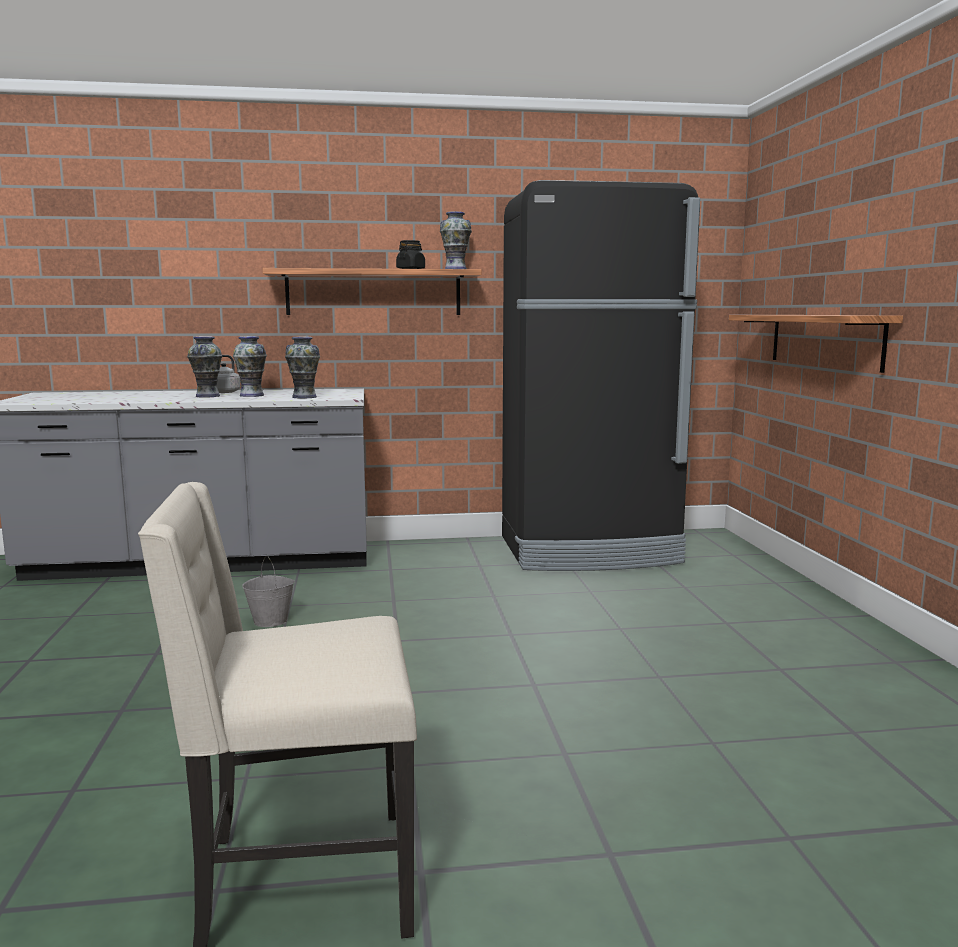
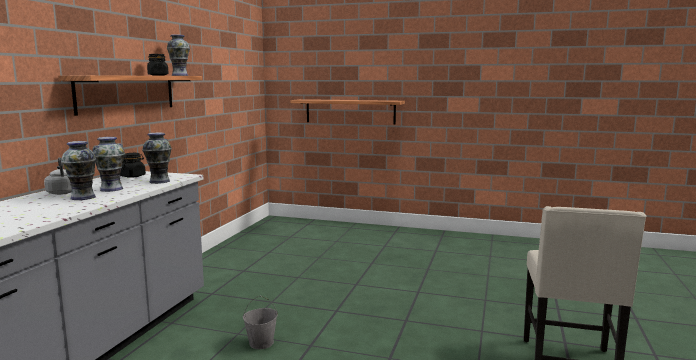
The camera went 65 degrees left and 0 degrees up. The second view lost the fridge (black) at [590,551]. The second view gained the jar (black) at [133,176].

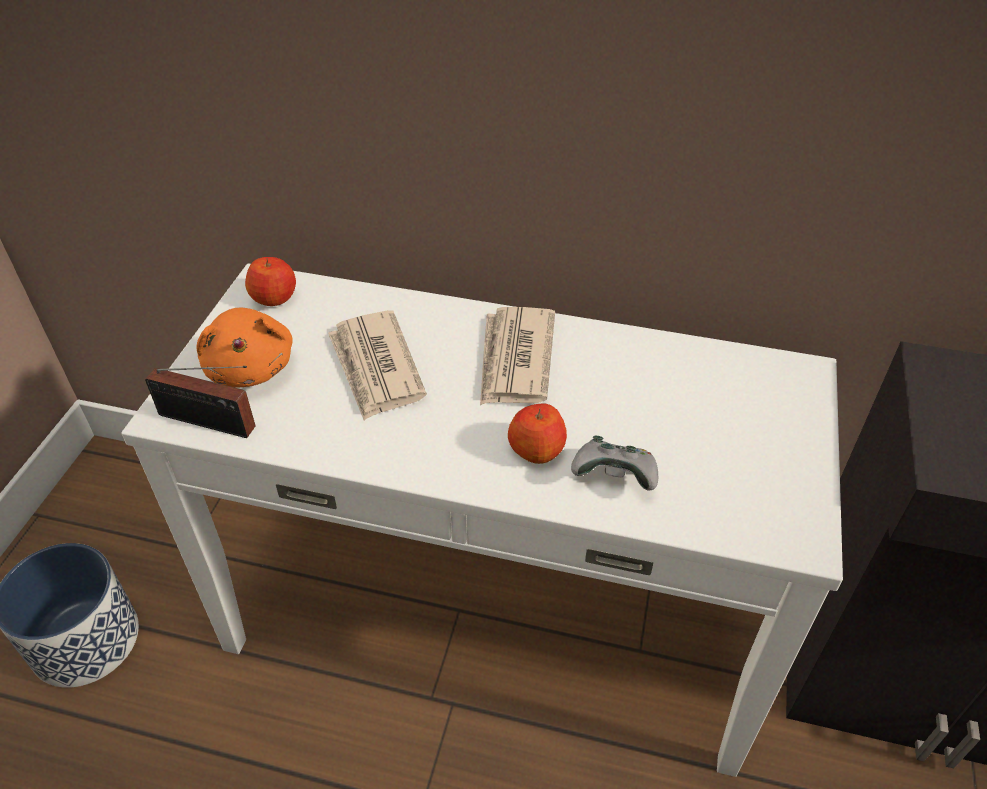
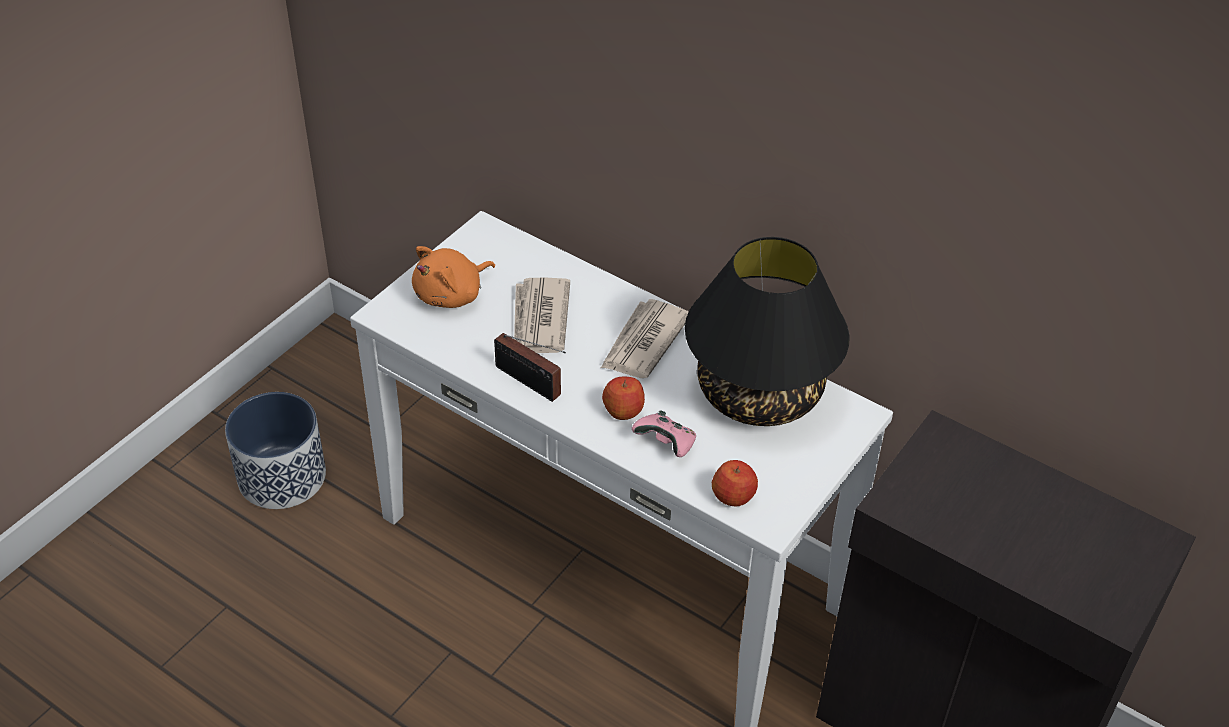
The camera went 20 degrees right and 0 degrees up. The radio ended up elsewhere, having gone from [211,423] to [530,383]. The plush toy (orange) at [251,367] ended up facing another way, 45 degrees clockwise from before. The apple ended up elsewhere, having gone from [274,297] to [734,495]. What was the game controller (grey) at [615,477] turned into the game controller (pink) at [666,444]. The second view gained the table lamp (black) at [759,394].

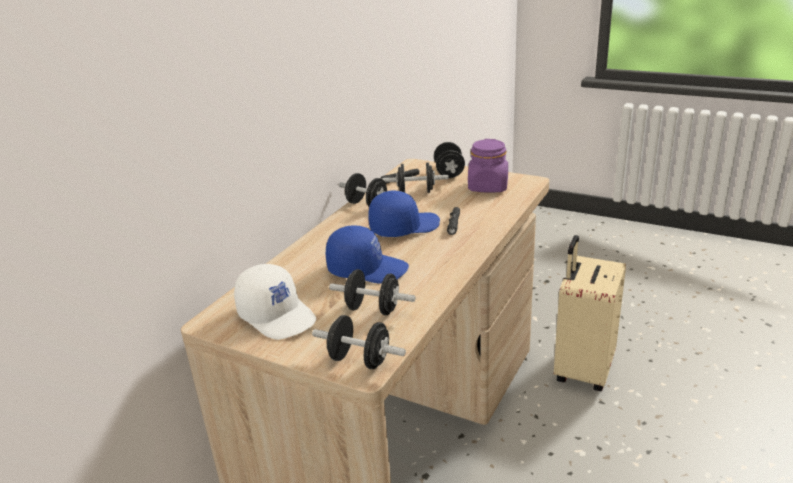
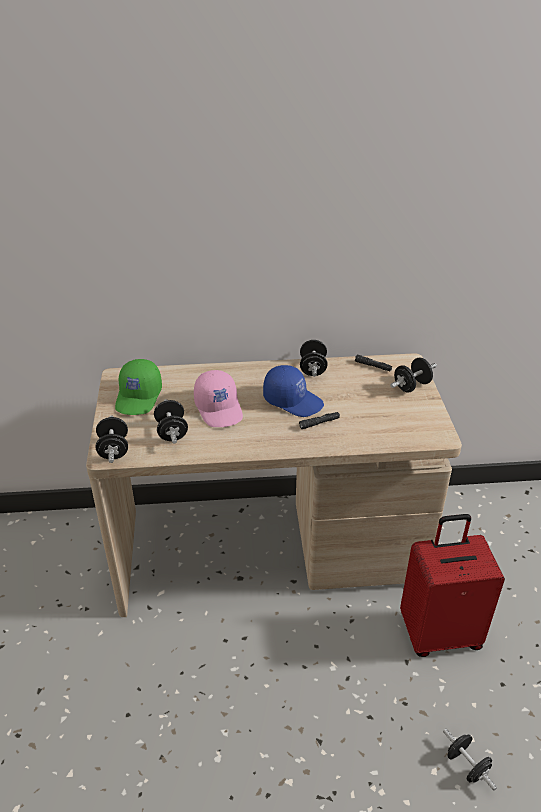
The camera went 55 degrees right and 10 degrees up. What was the cap (white) at [278,316] turned into the cap (green) at [139,397]. What was the cap (blue) at [367,269] turned into the cap (pink) at [219,408]. The dumbbell (black) ended up elsewhere, having gone from [416,192] to [466,765]. The second view lost the jar (purple) at [488,187]. What was the suitcase (beige) at [582,369] turned into the suitcase (red) at [439,632].

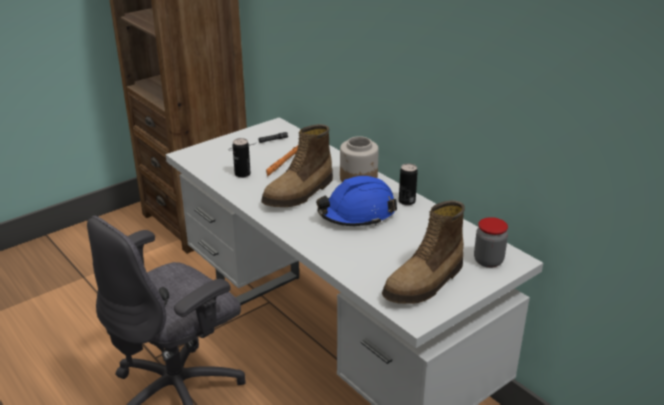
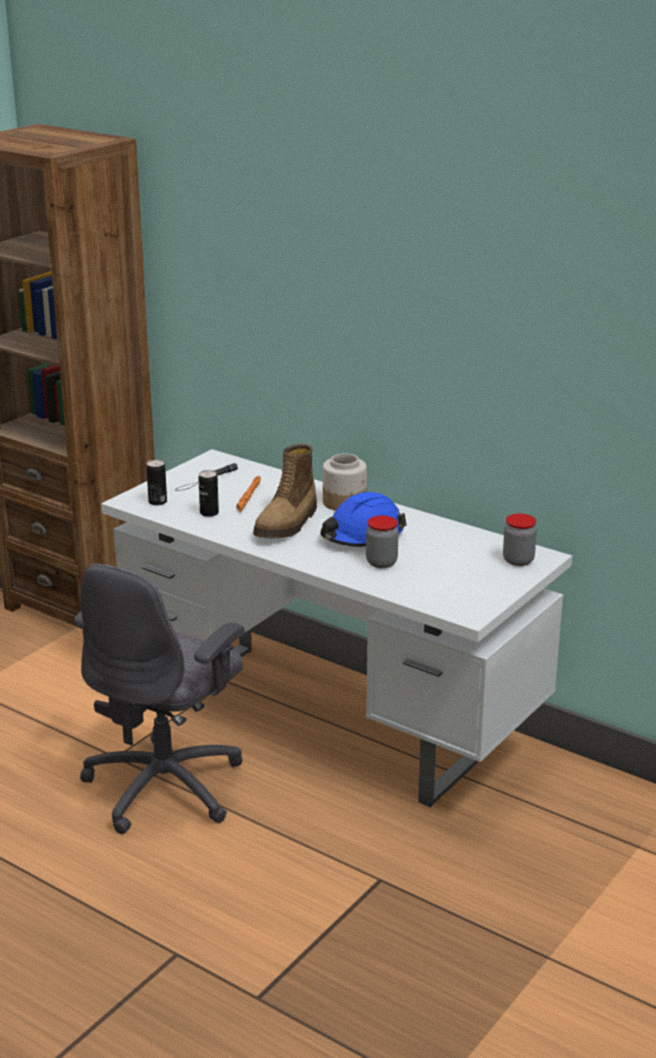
The camera went 15 degrees left and 5 degrees down. The second view lost the boot at [425,283]. The can ended up elsewhere, having gone from [407,201] to [157,502]. The second view gained the jar at [381,562].

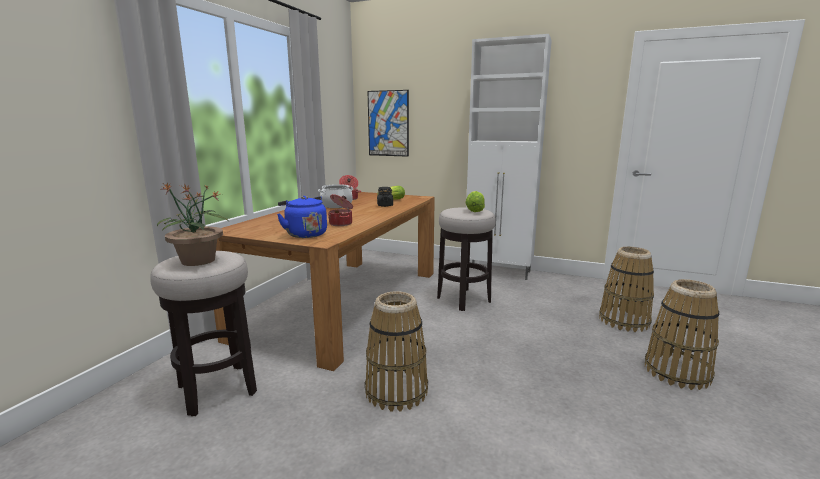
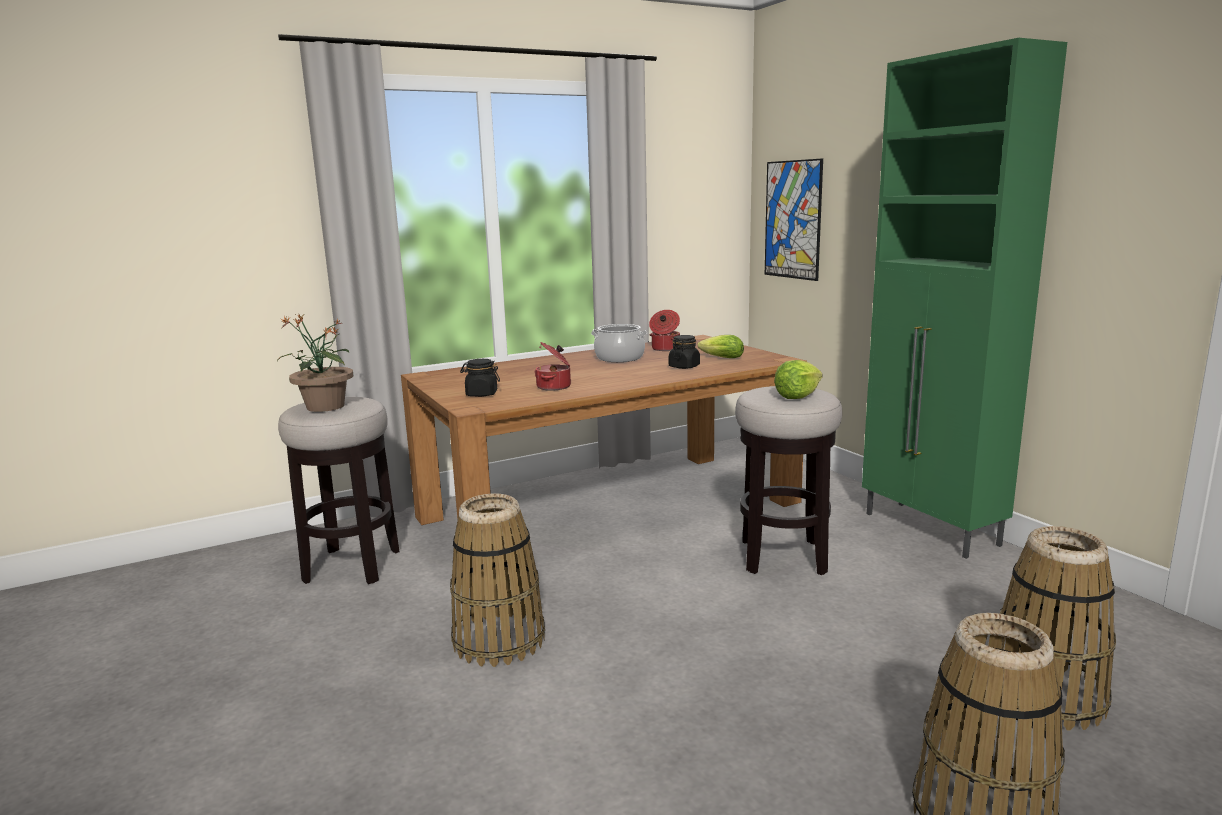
The camera went 40 degrees right and 0 degrees up. Where the kettle (blue) stood at [305,234], the jar (black) came to stand at [481,394]. What was the cabinet (white) at [499,272] turned into the cabinet (green) at [931,530].

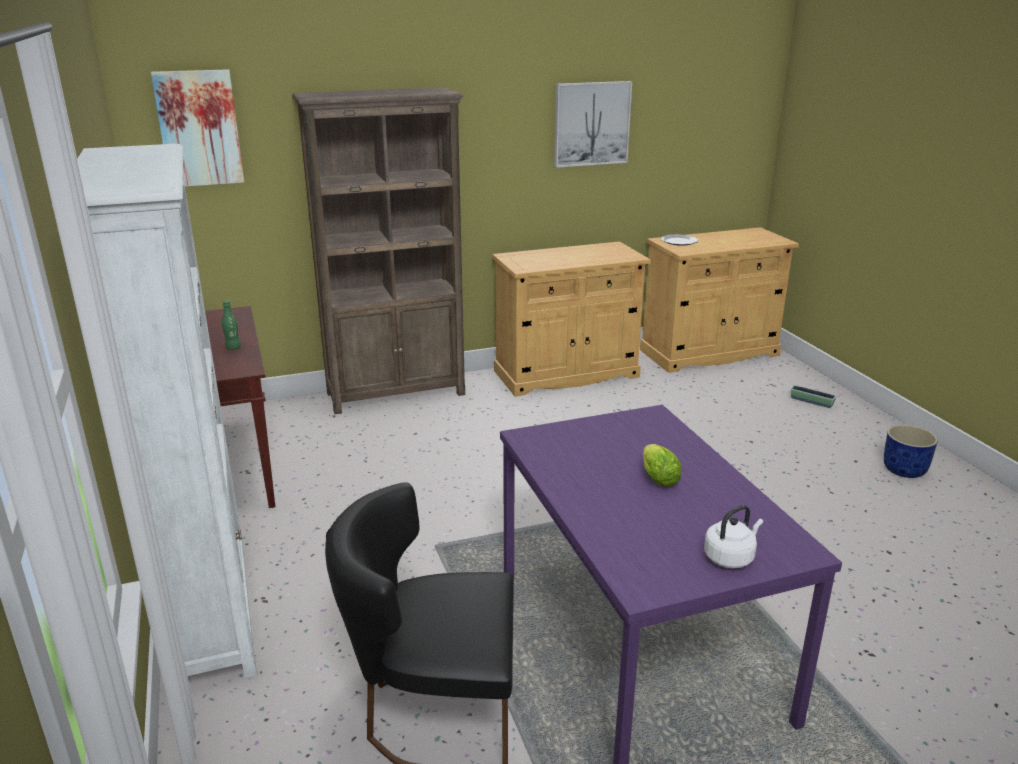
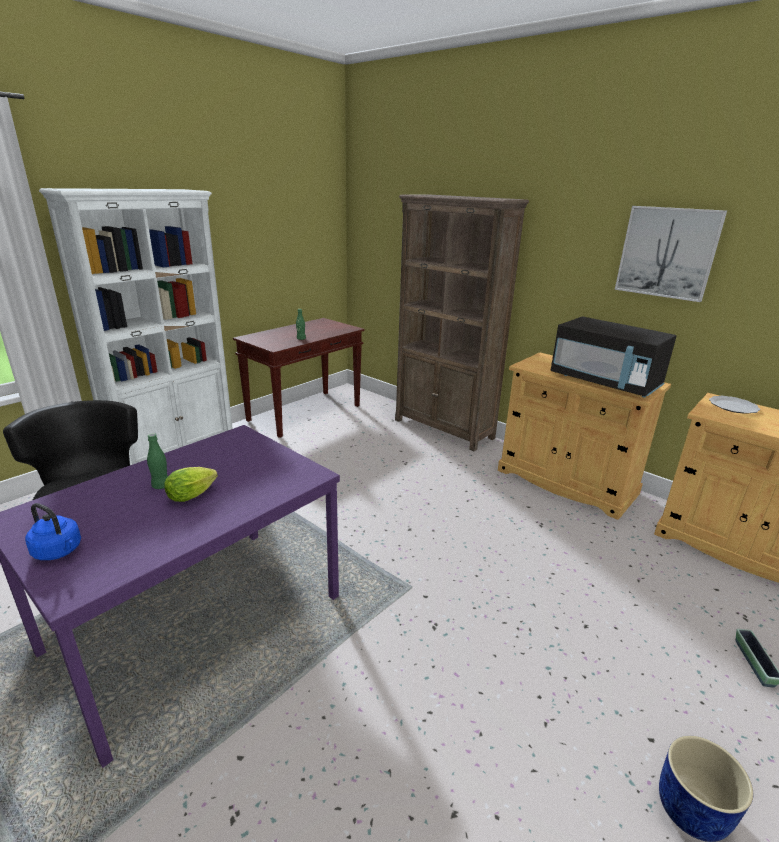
The camera went 60 degrees right and 0 degrees up. The second view lost the picture at [199,128]. What was the kettle (white) at [730,557] turned into the kettle (blue) at [59,551]. The second view gained the bottle (green) at [161,486]. The second view gained the microwave (black) at [605,382].

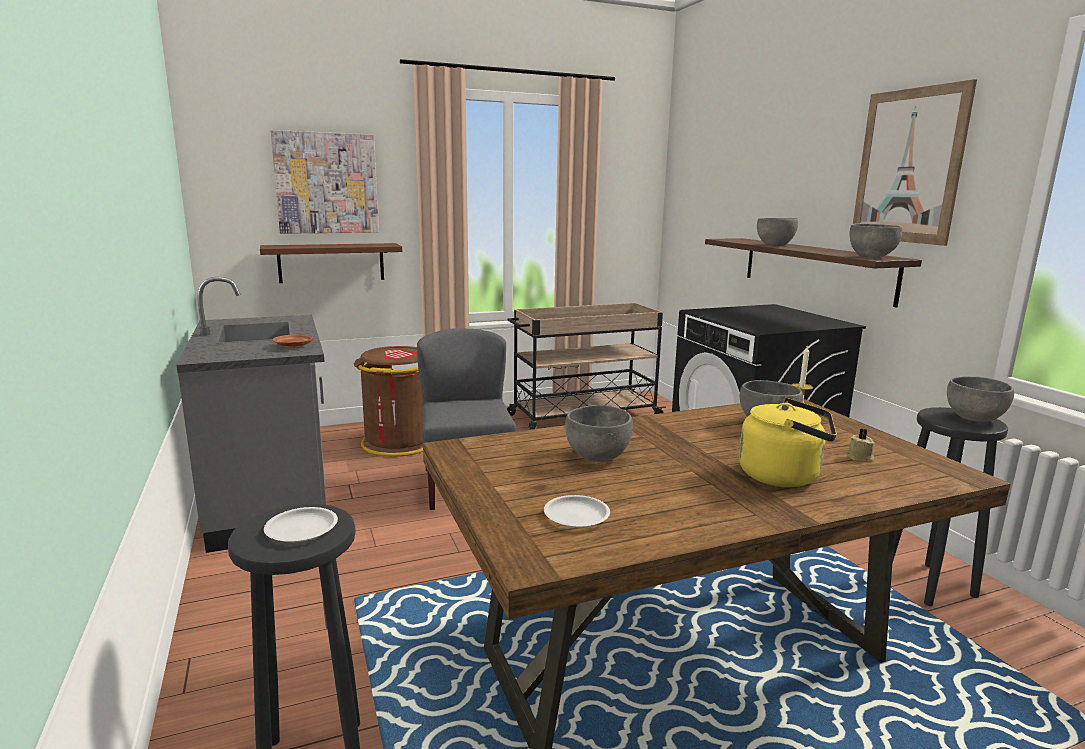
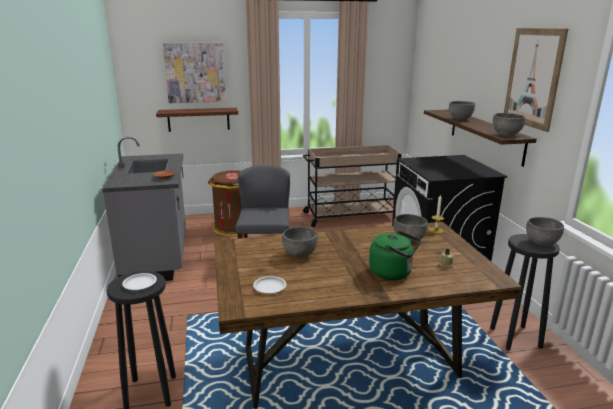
The camera went 10 degrees right and 5 degrees up. What was the kettle (yellow) at [784,476] turned into the kettle (green) at [393,273].

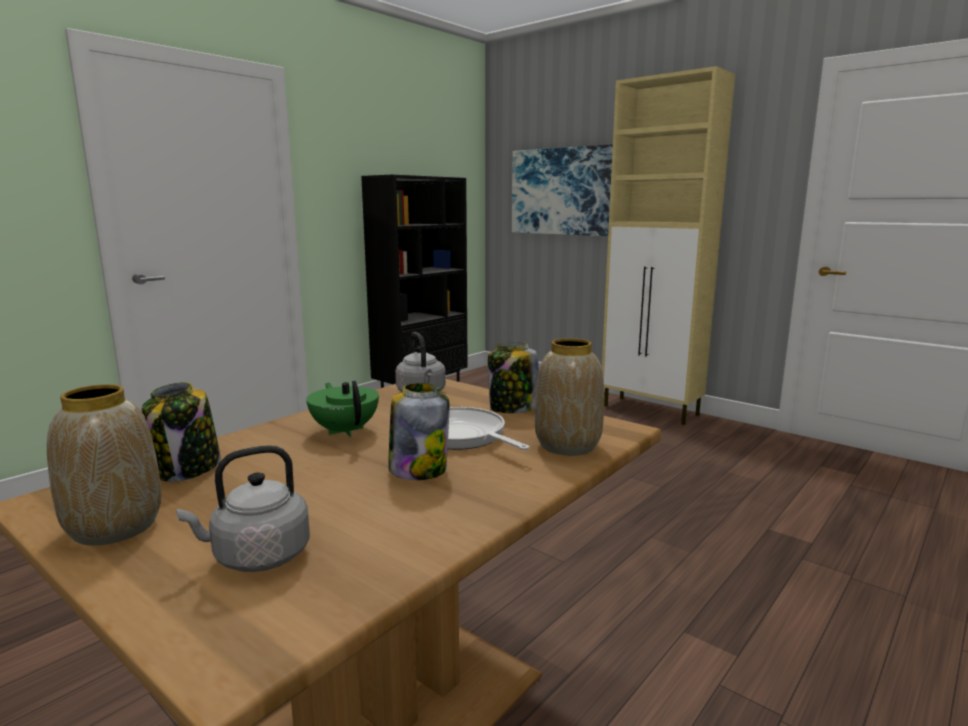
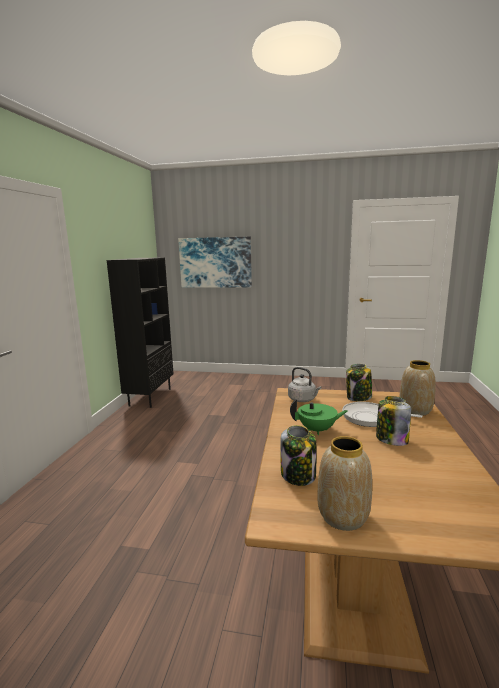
The camera went 30 degrees left and 0 degrees up. The second view lost the kettle (grey) at [257,557]. The teapot (green) at [345,430] ended up facing another way, 150 degrees clockwise from before. The second view lost the cabinet (beige) at [651,411].

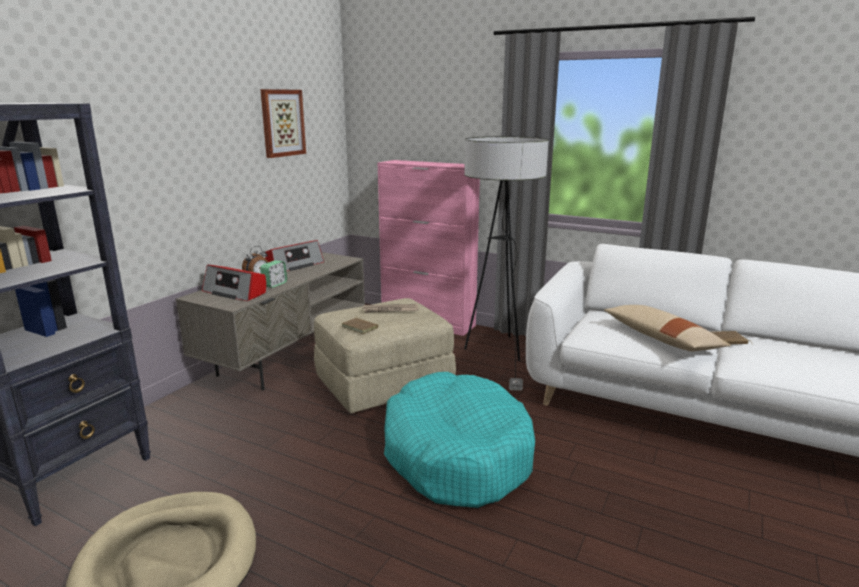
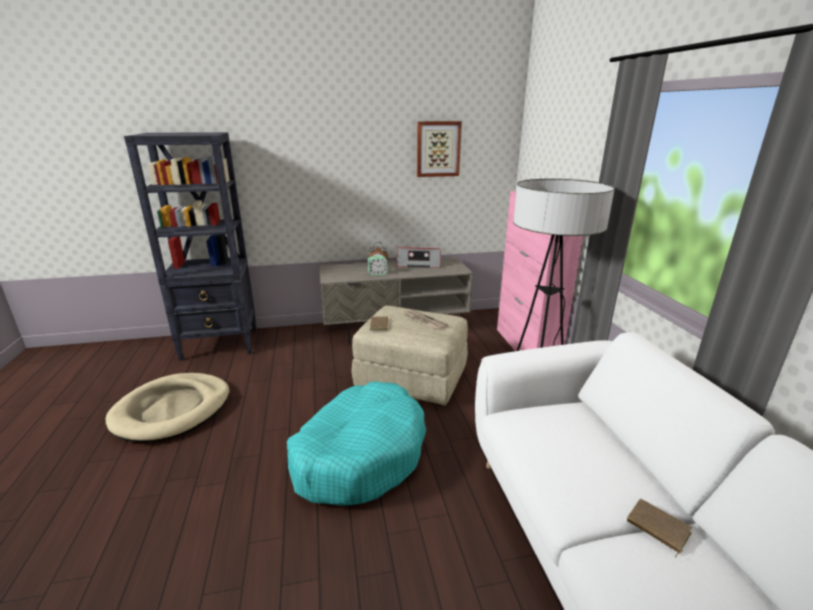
The camera went 50 degrees right and 5 degrees up. The second view lost the radio at [235,292]. The second view lost the pillow (beige) at [661,339].

